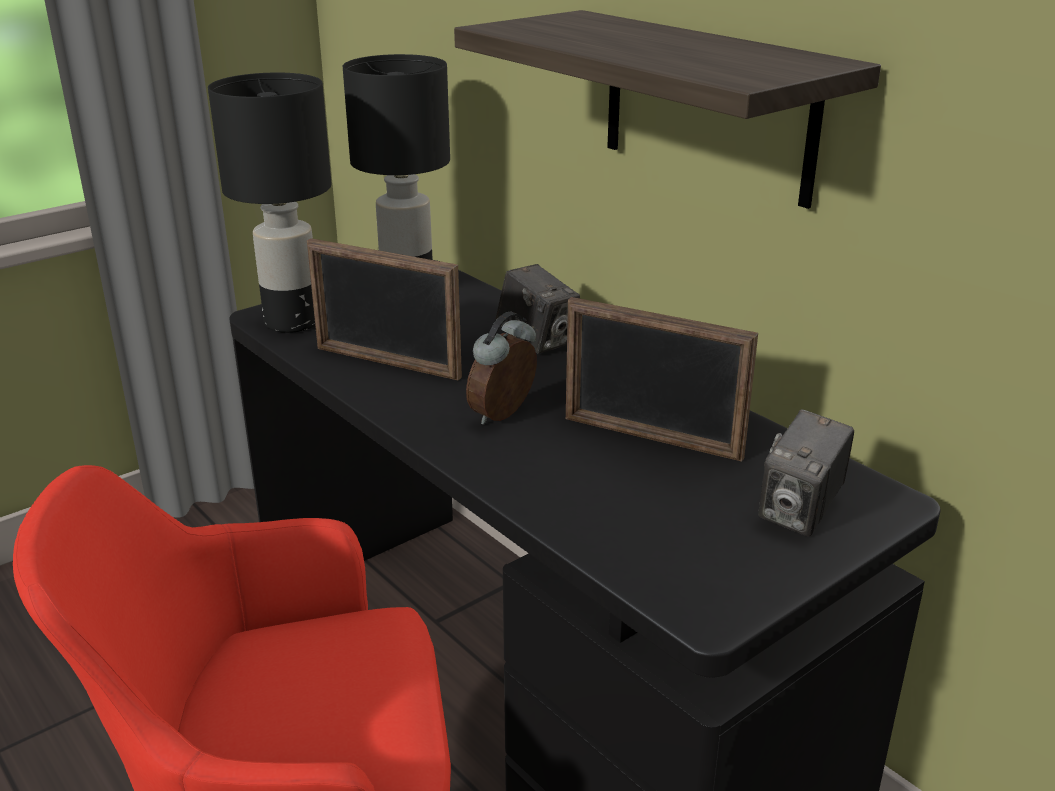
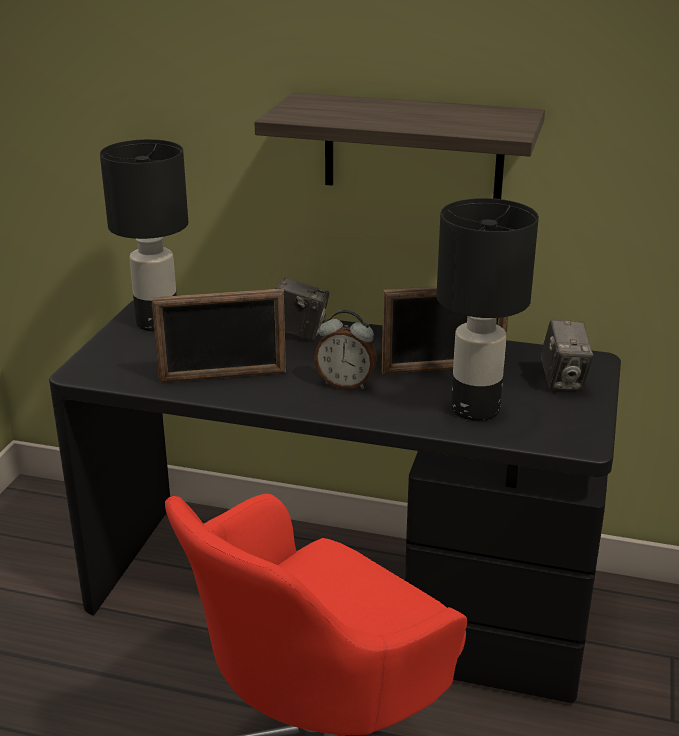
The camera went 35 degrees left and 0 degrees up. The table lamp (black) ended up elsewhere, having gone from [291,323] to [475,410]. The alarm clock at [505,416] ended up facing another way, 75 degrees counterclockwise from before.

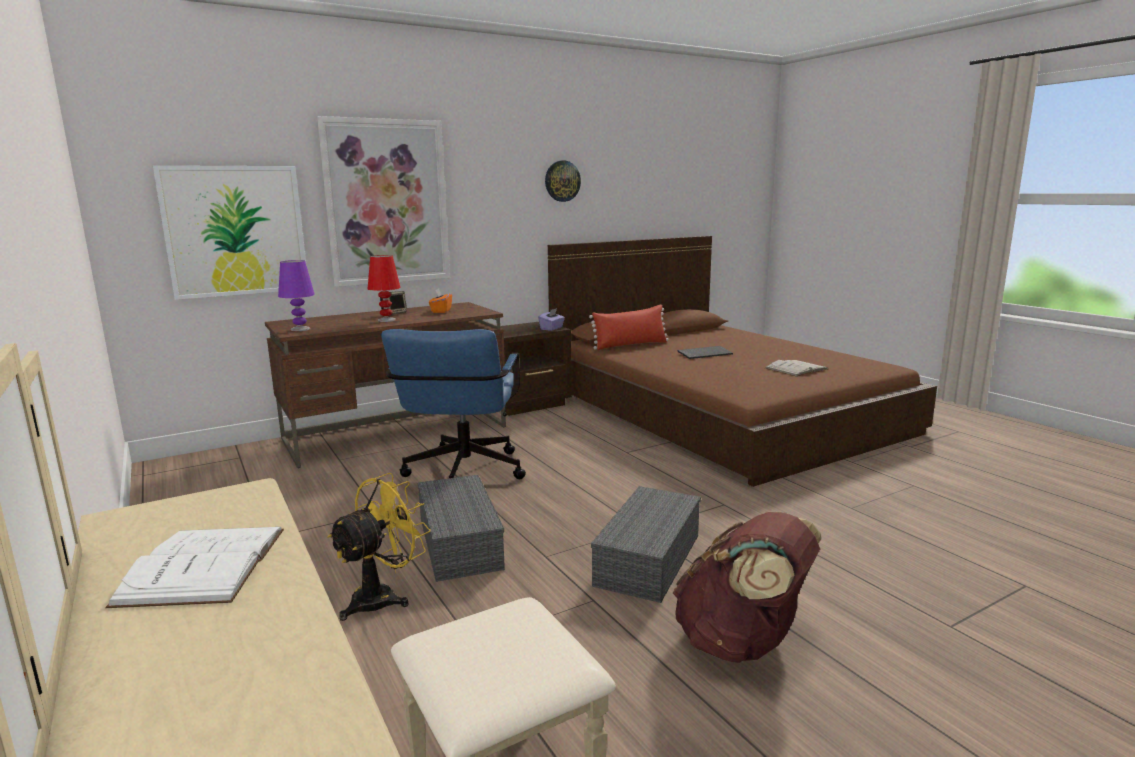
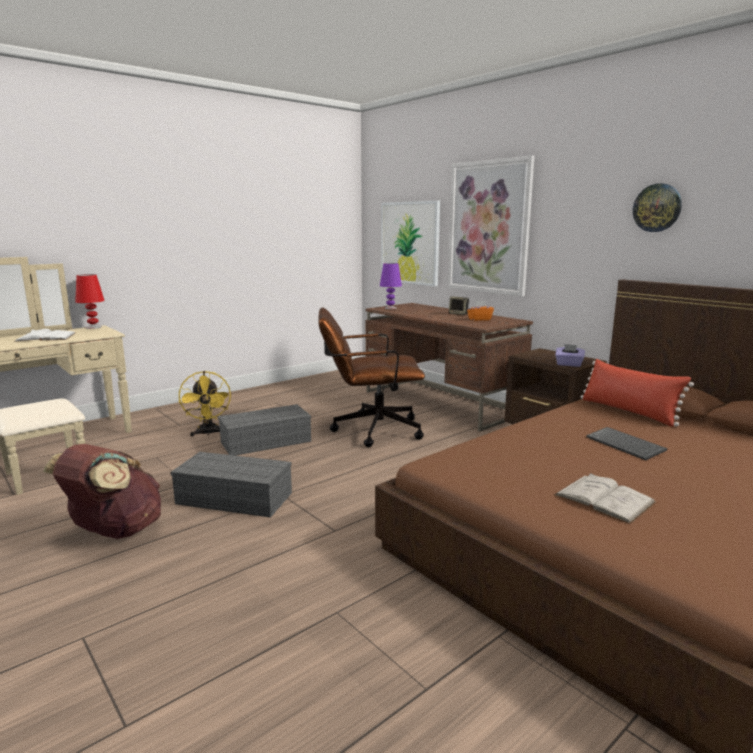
The camera went 80 degrees right and 0 degrees up. The fan (yellow) at [382,597] ended up facing another way, 45 degrees clockwise from before. The table lamp (red) ended up elsewhere, having gone from [387,320] to [93,327]. What was the office chair (blue) at [462,475] turned into the office chair (brown) at [369,430].

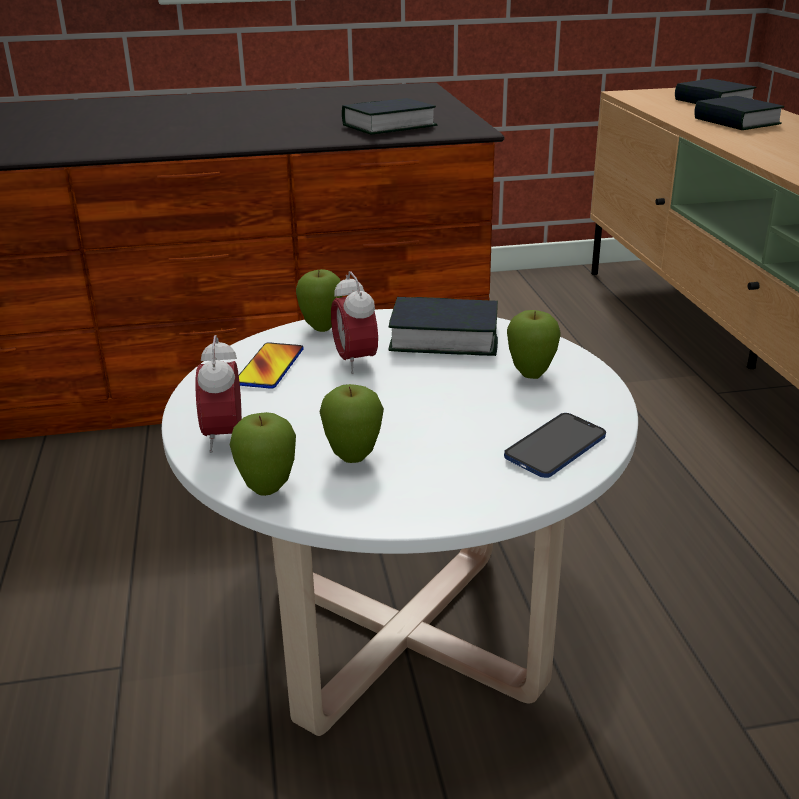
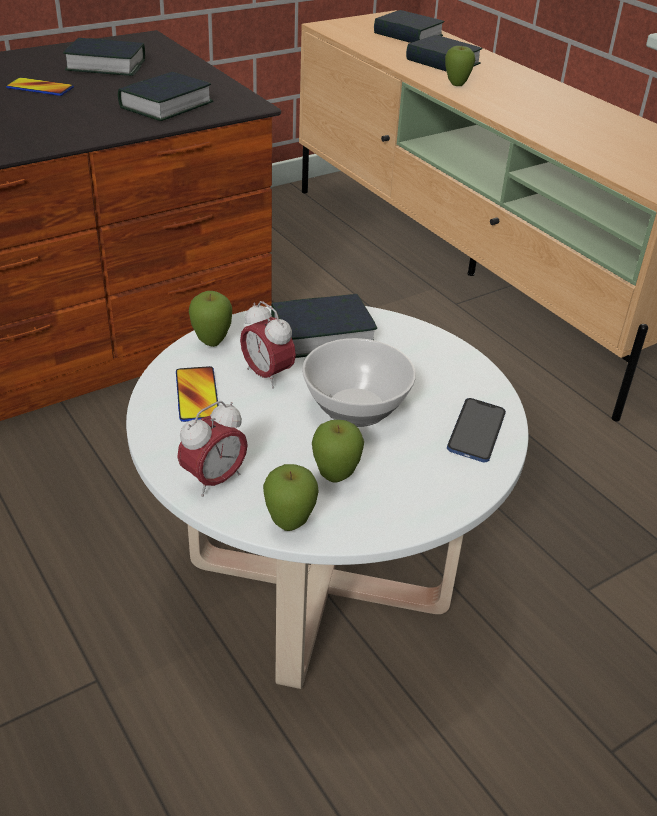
The camera went 25 degrees left and 10 degrees up. The alarm clock at [224,438] ended up facing another way, 105 degrees counterclockwise from before. The apple ended up elsewhere, having gone from [531,376] to [456,85]. The second view gained the phone at [40,88]. The second view gained the book at [106,65]. The second view gained the bowl at [357,406].

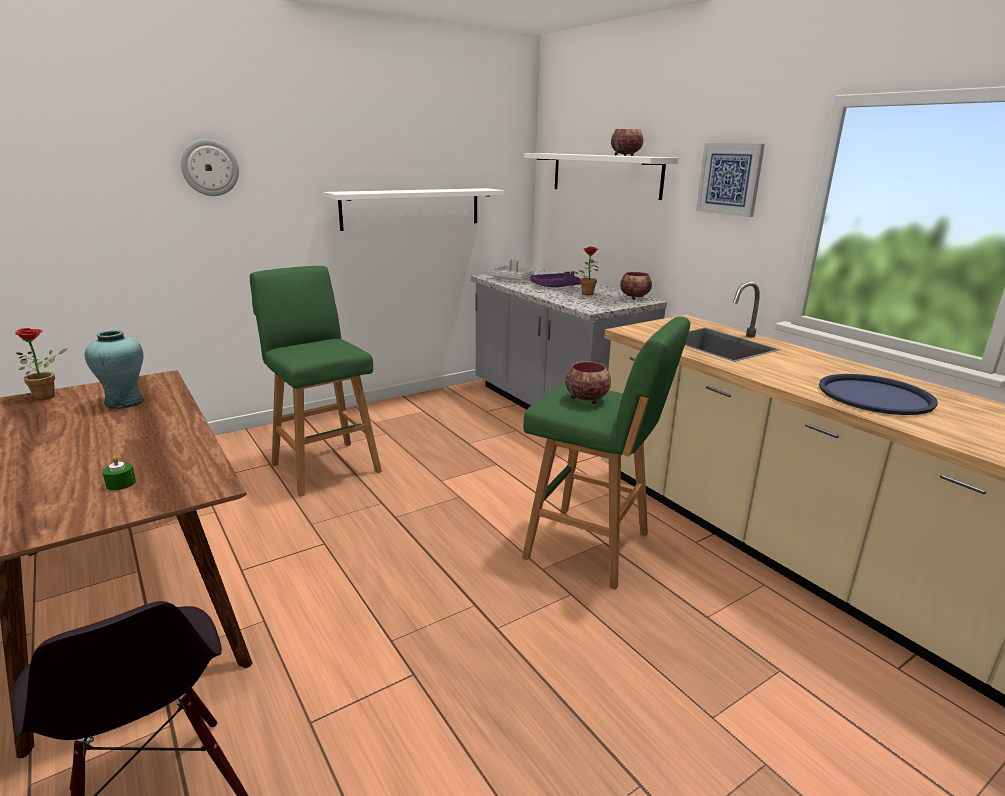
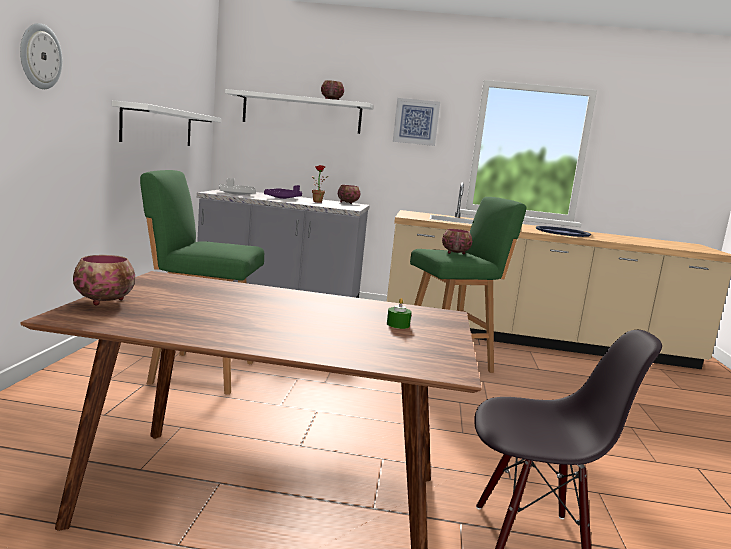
The camera went 50 degrees left and 10 degrees down. Where the potted plant stood at [49,396], the bowl came to stand at [106,301]. The second view lost the vase (turquoise) at [124,402].

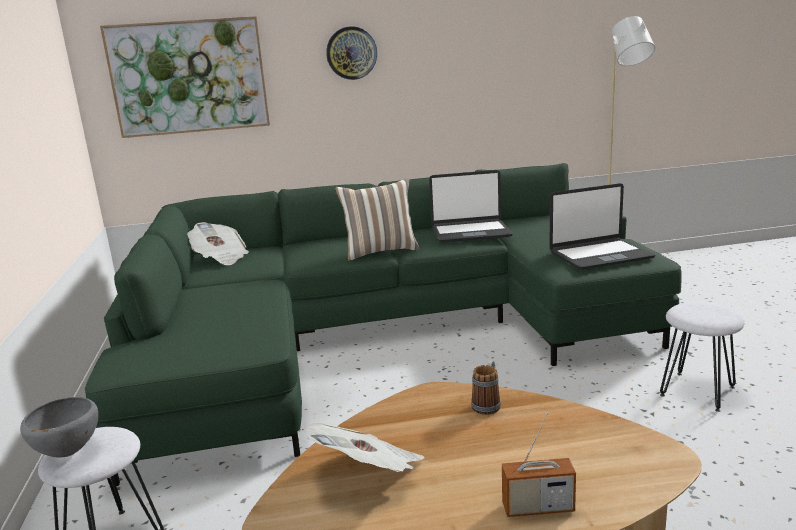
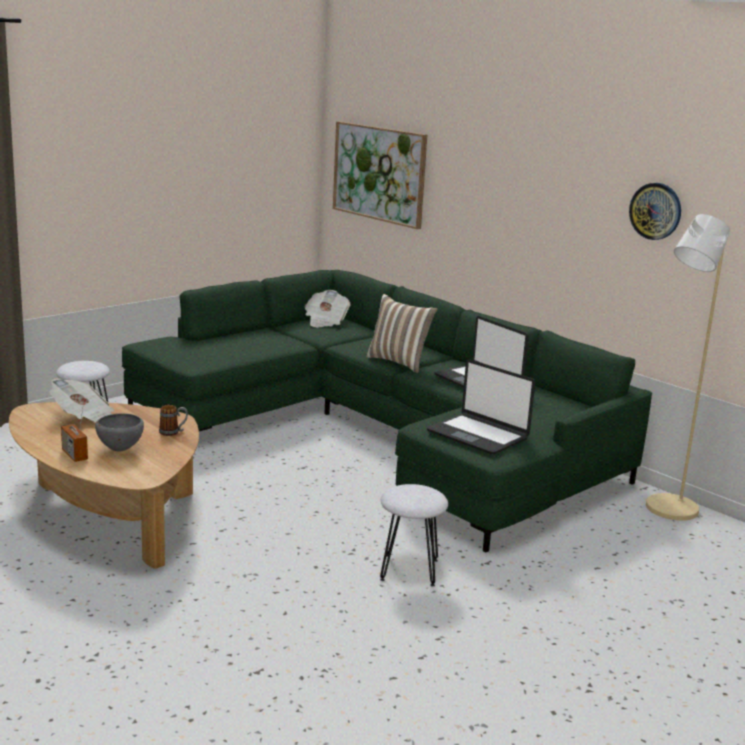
The camera went 55 degrees right and 0 degrees up. The bowl (grey) ended up elsewhere, having gone from [68,453] to [119,450]. The wall clock ended up elsewhere, having gone from [351,53] to [655,211].

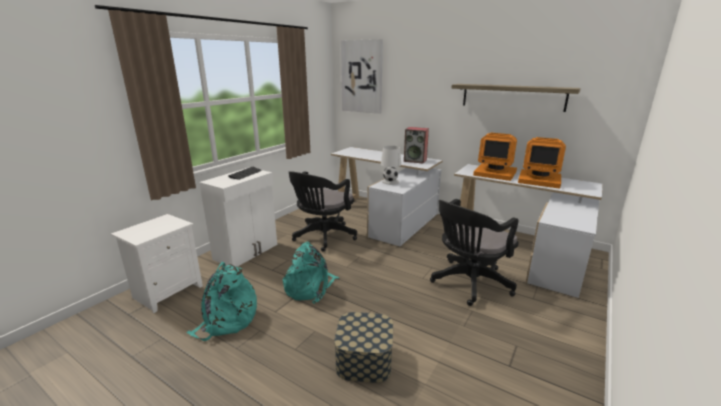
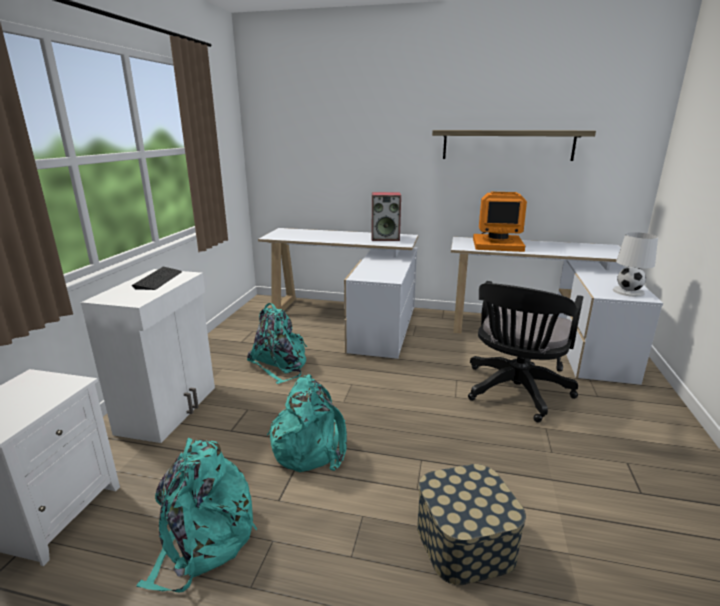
The camera went 20 degrees left and 0 degrees up. Where the office chair (black) stood at [323,237], the backpack (turquoise) came to stand at [280,364]. The second view lost the picture at [362,77]. The table lamp (white) ended up elsewhere, having gone from [390,182] to [629,292]. The second view lost the monitor at [539,180].

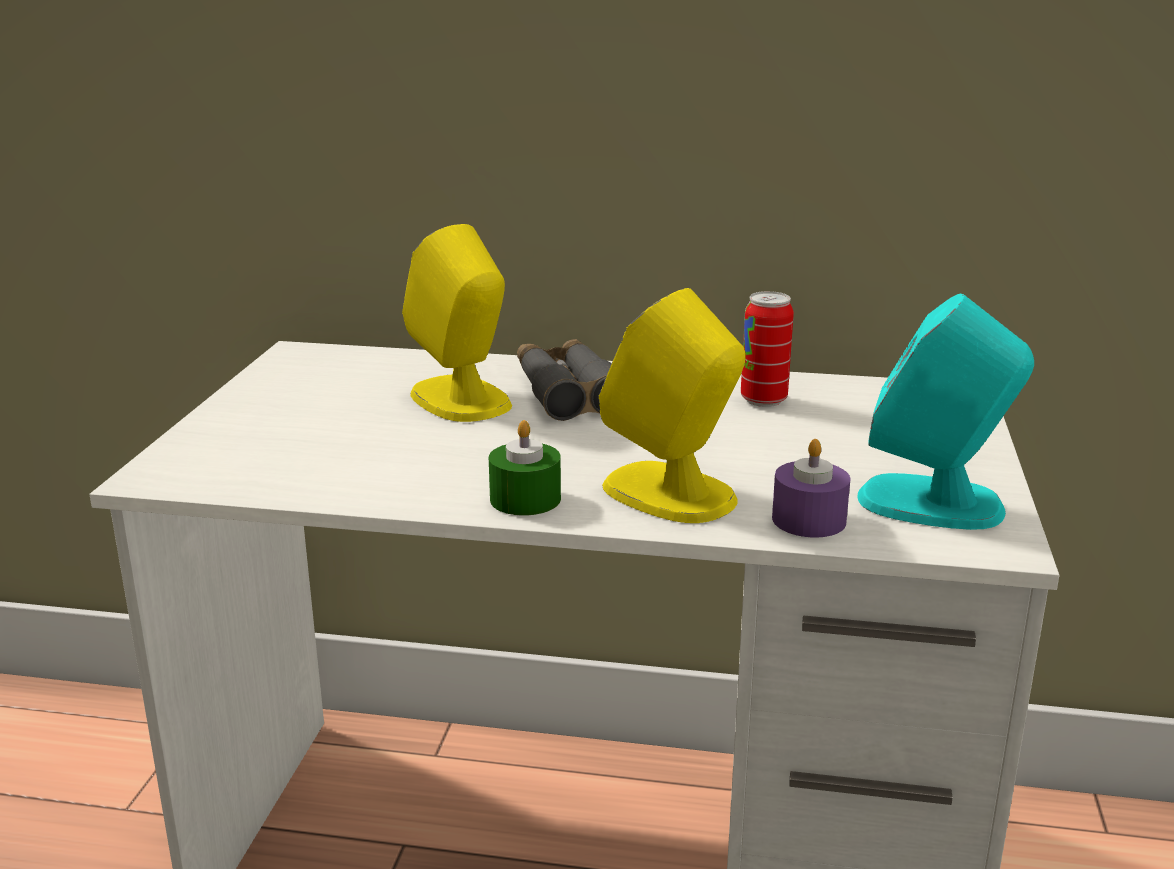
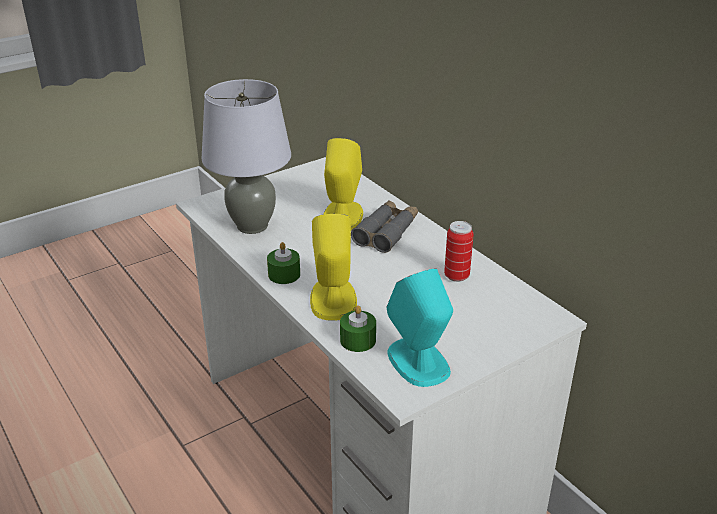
The camera went 45 degrees right and 10 degrees up. What was the candle (purple) at [809,520] turned into the candle (green) at [358,340]. The second view gained the table lamp (grey) at [253,226].

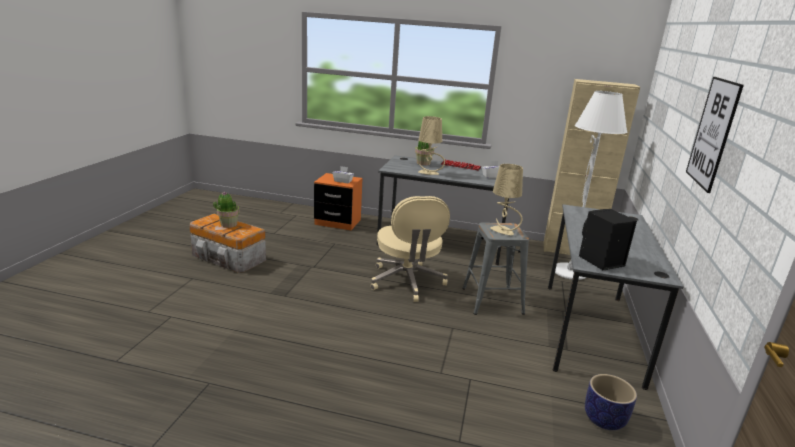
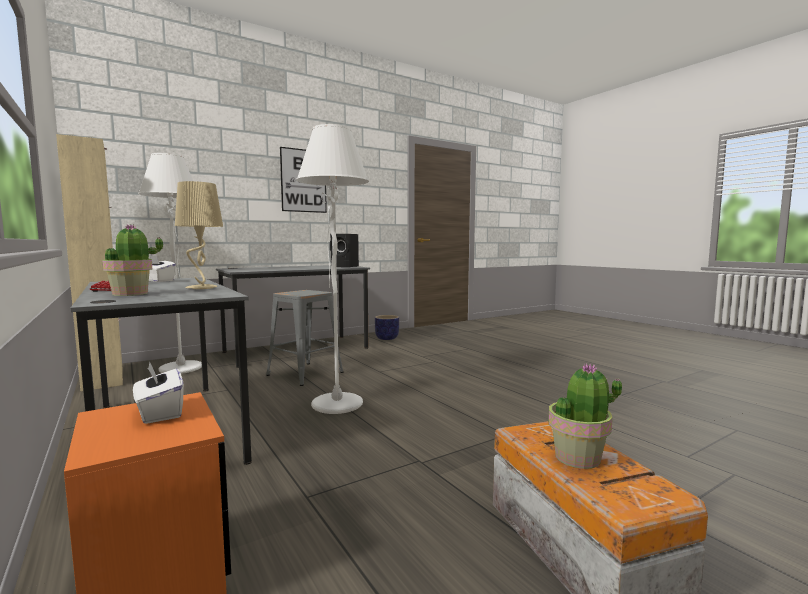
The camera went 135 degrees left and 15 degrees down. Where the office chair (beige) stood at [407,282], the floor lamp (white) came to stand at [337,404]. The second view lost the table lamp (beige) at [503,231].

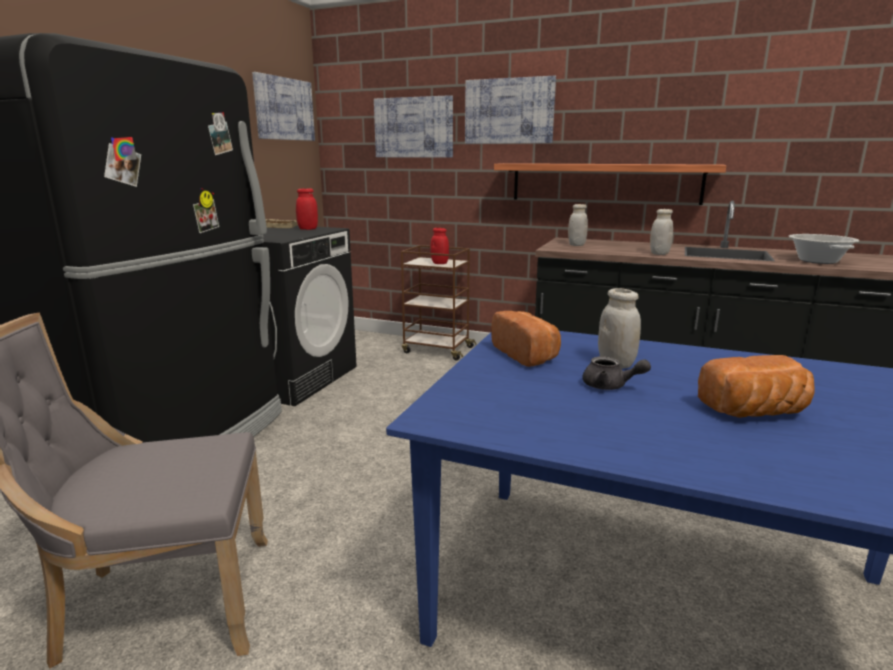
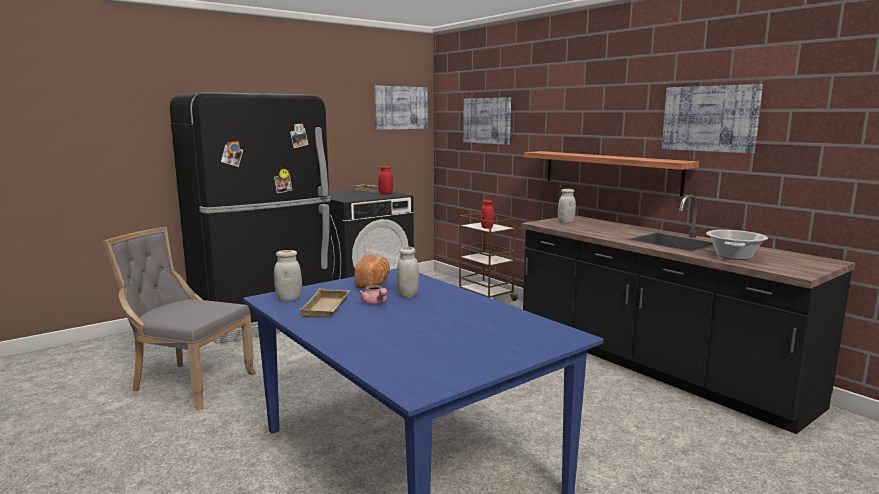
The camera went 30 degrees right and 5 degrees down. The picture ended up elsewhere, having gone from [509,111] to [709,118]. What was the teapot (grey) at [610,386] turned into the teapot (pink) at [375,303]. The jar (white) ended up elsewhere, having gone from [659,254] to [289,299]. The second view lost the bread at [755,412]. The second view gained the tray (beige) at [327,308].

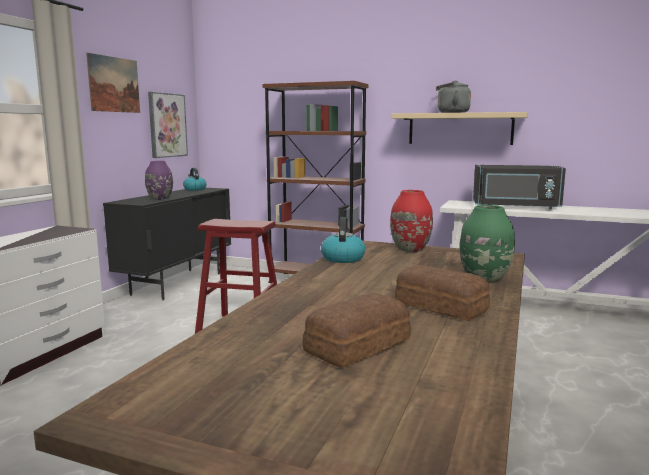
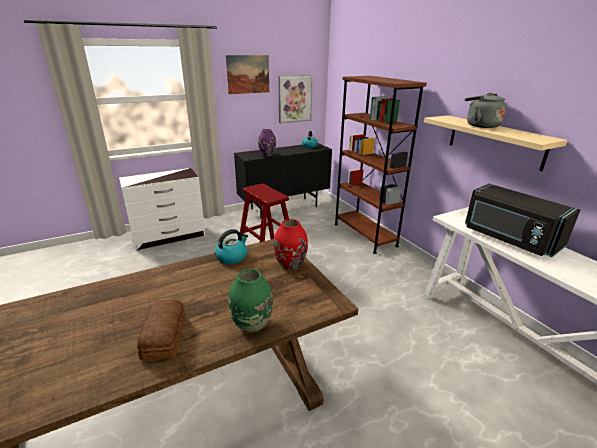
The camera went 40 degrees right and 15 degrees up. The second view lost the bread at [355,346].

